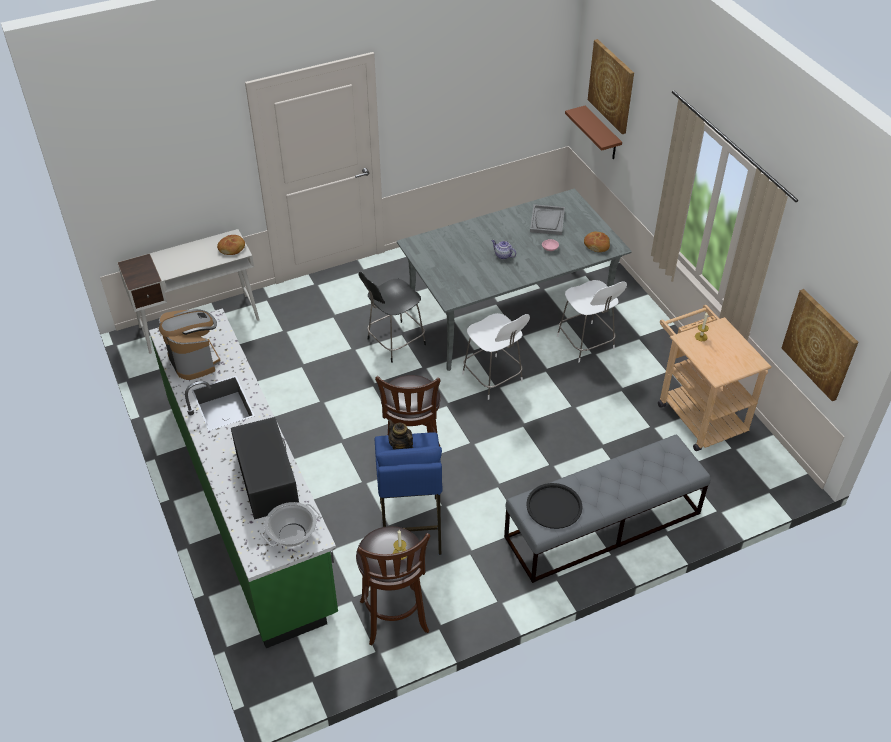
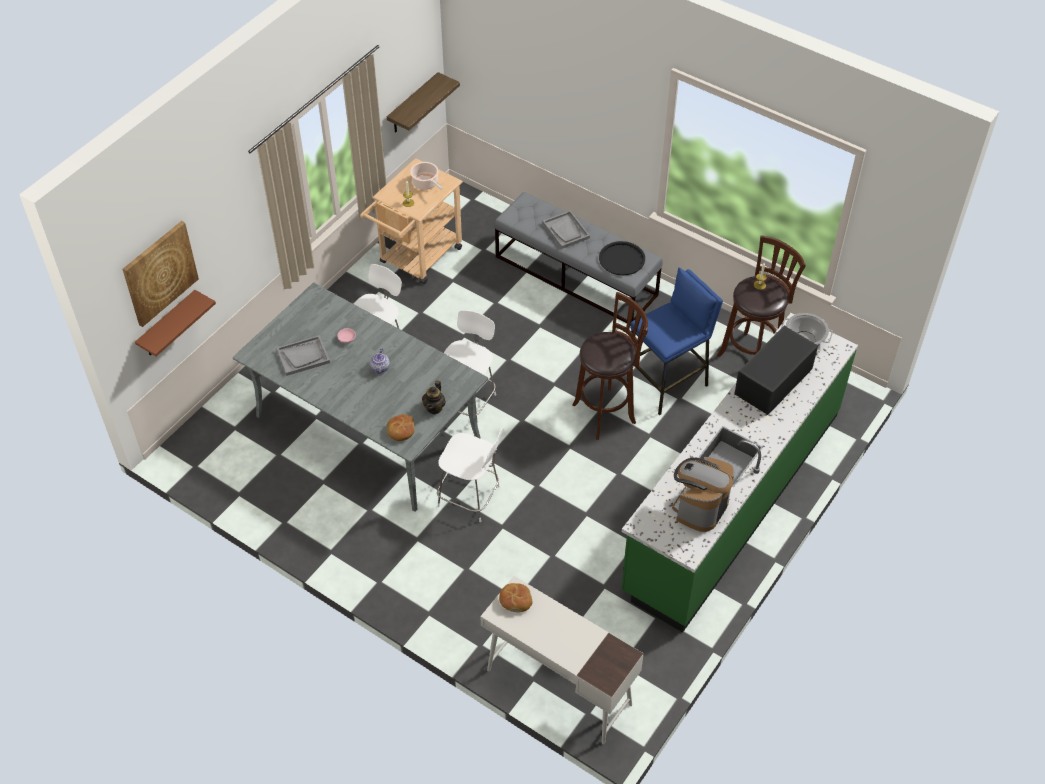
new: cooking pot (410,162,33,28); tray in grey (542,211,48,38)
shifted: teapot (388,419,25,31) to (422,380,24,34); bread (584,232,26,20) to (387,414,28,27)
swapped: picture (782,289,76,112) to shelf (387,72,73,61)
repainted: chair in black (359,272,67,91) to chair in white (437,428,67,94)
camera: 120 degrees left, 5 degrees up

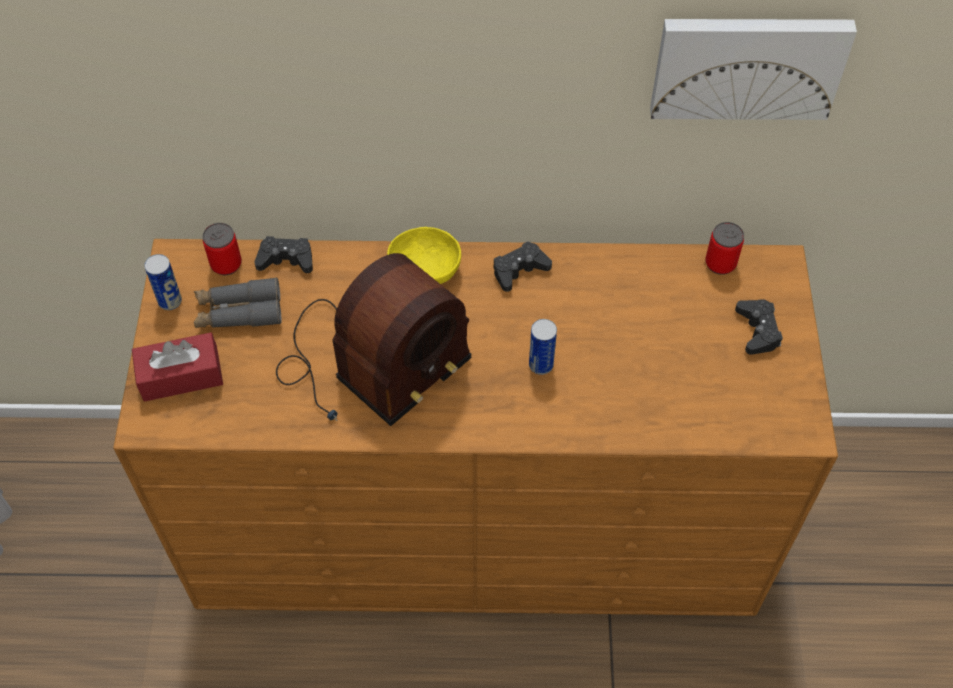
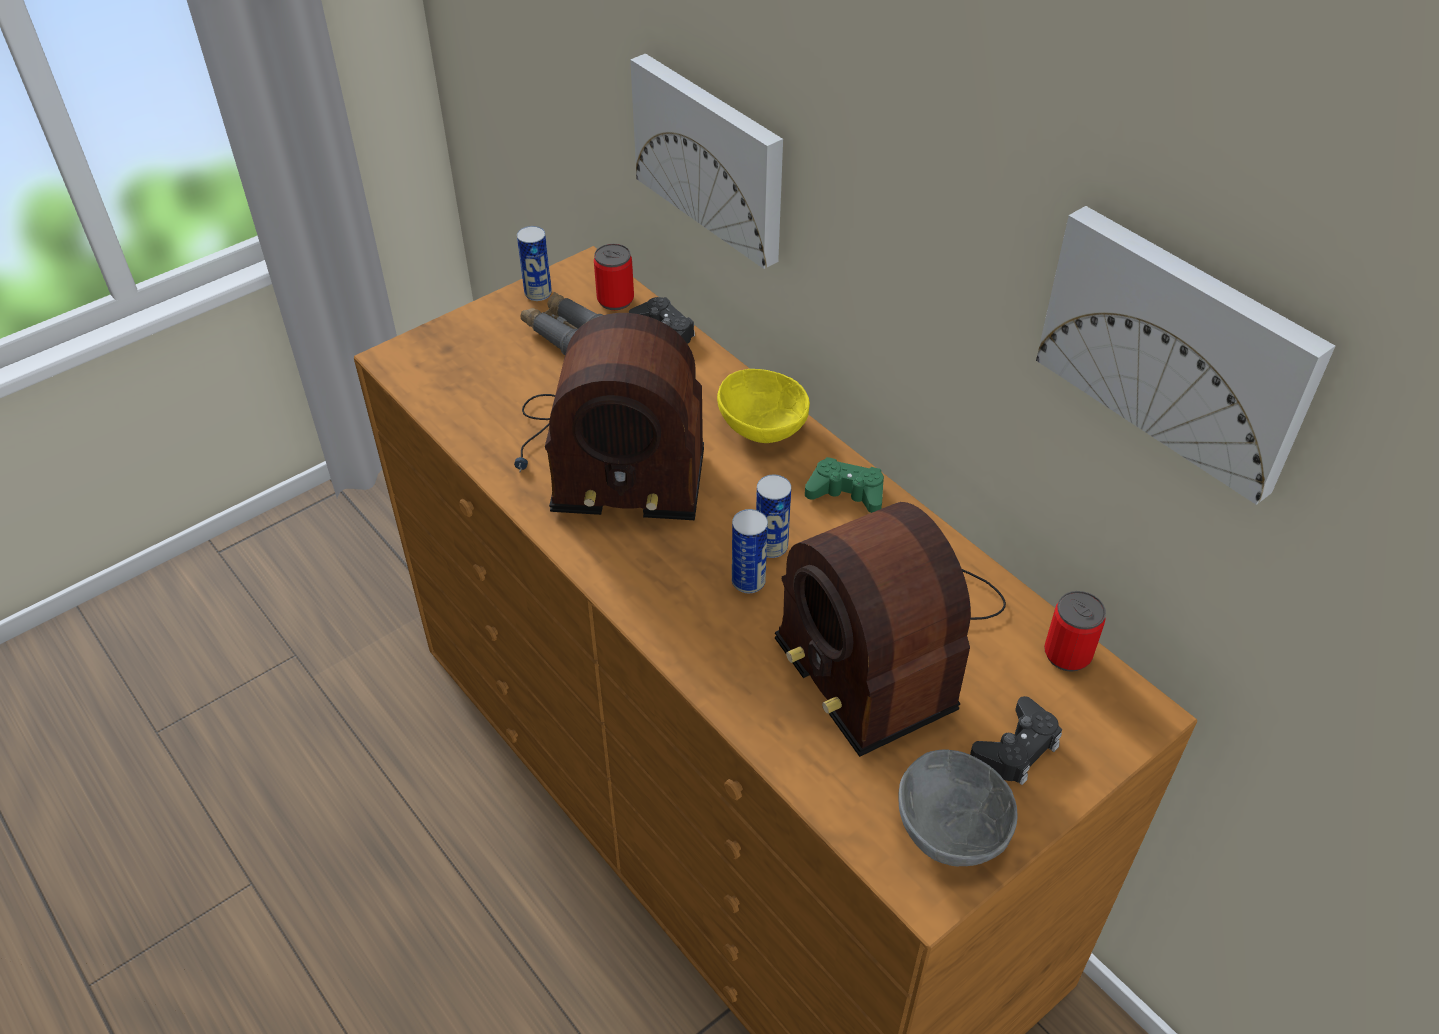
gone: tissue box in red (132,332,91,70)
new: picture (630,54,153,215); can (756,475,35,83); radio (775,502,231,255); bowl in grey (898,749,119,117)
repainted: game controller in black (494,241,58,51) to game controller in green (805,457,79,56)
camera: 50 degrees right, 10 degrees down

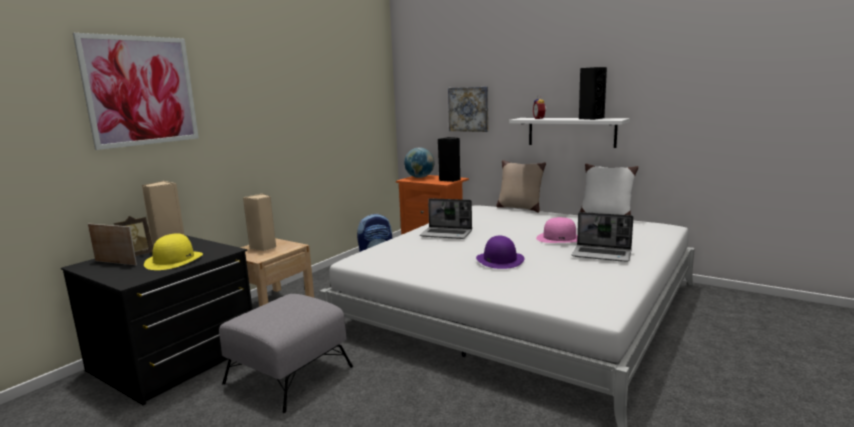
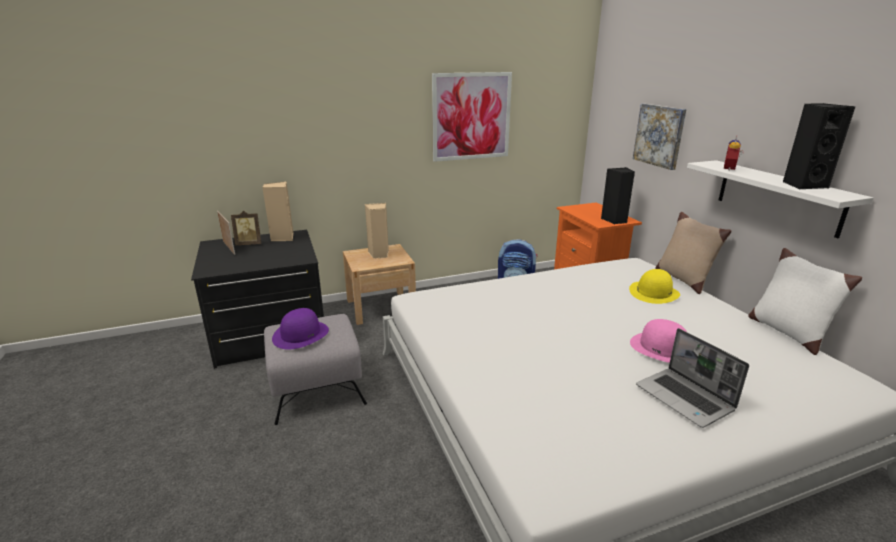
gone: globe (404,147,30,31); laptop (420,198,52,41)
shifted: picture (73,33,126,117) to (432,72,80,90); hat in yellow (144,233,59,37) to (629,269,51,35); hat in purple (476,236,48,33) to (272,308,57,42)
camera: 35 degrees right, 10 degrees up

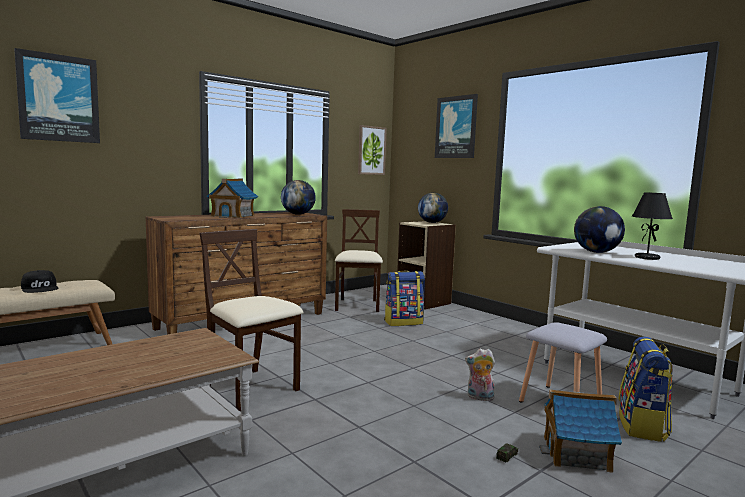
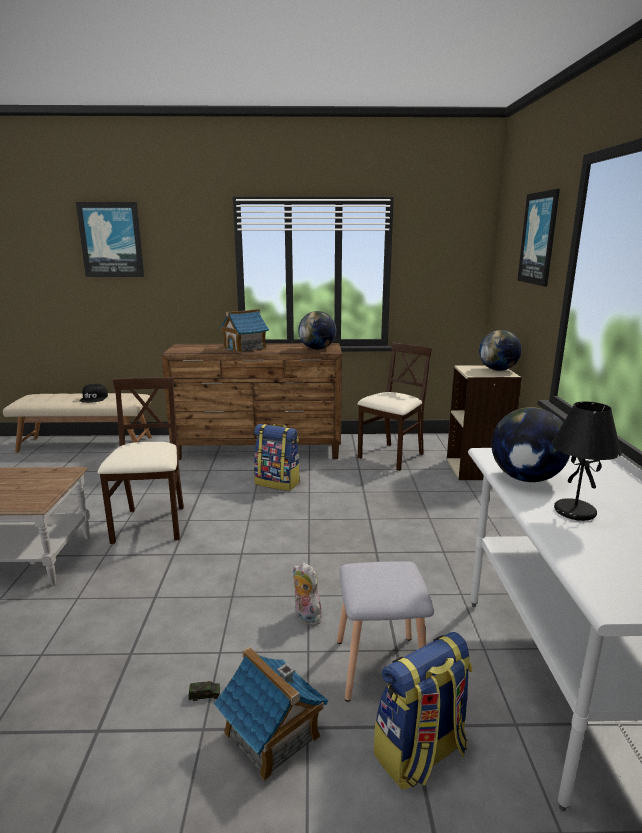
gone: picture (358,125,29,50)
shifted: backpack (384,270,41,56) to (254,424,46,67)
camera: 40 degrees right, 10 degrees up

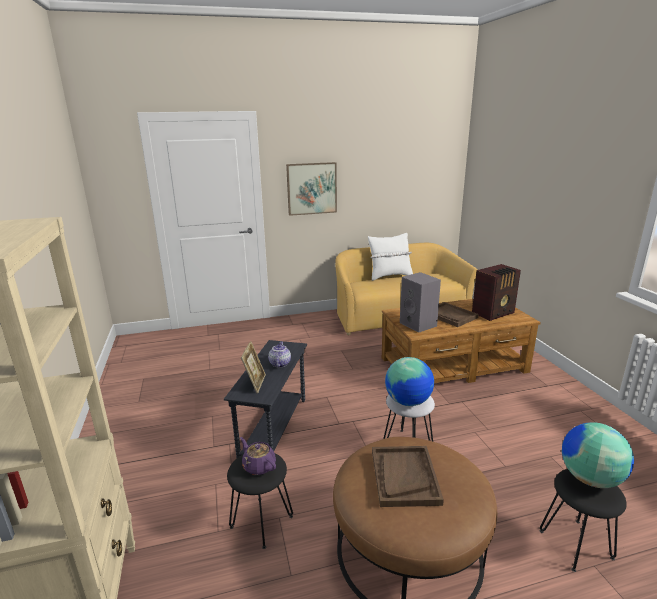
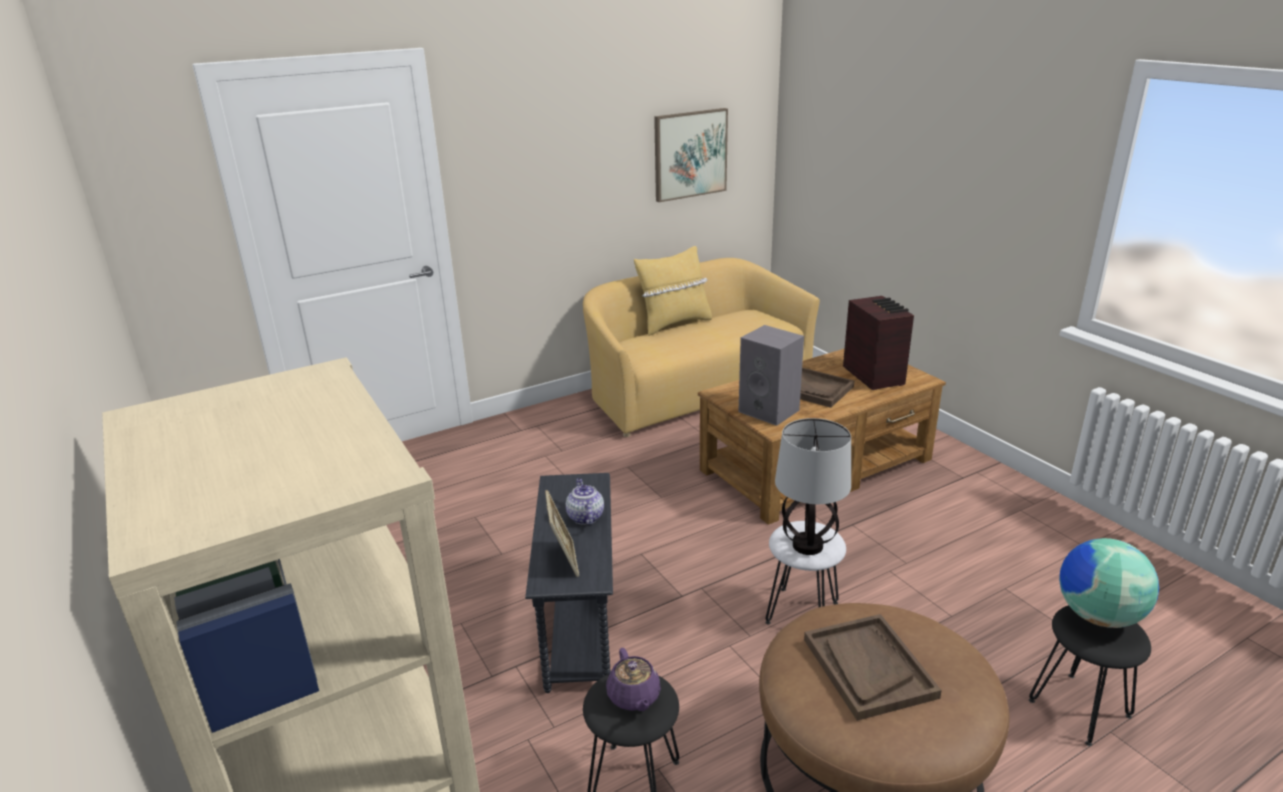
shifted: picture (286,162,51,54) to (654,108,74,94)
swapped: globe (385,357,49,49) to table lamp (775,418,76,137)
repainted: pillow in white (368,233,45,48) to pillow in yellow (634,246,78,90)
rotated: teapot in purple (240,437,36,38) = (606,648,55,63) 135 degrees counterclockwise; radio (472,264,49,57) = (843,296,71,94) 60 degrees counterclockwise
camera: 15 degrees left, 5 degrees up

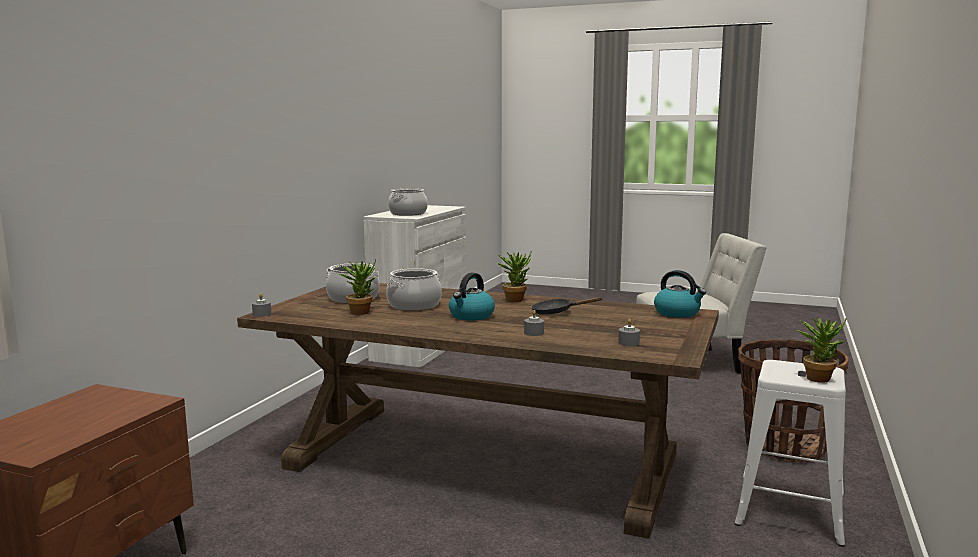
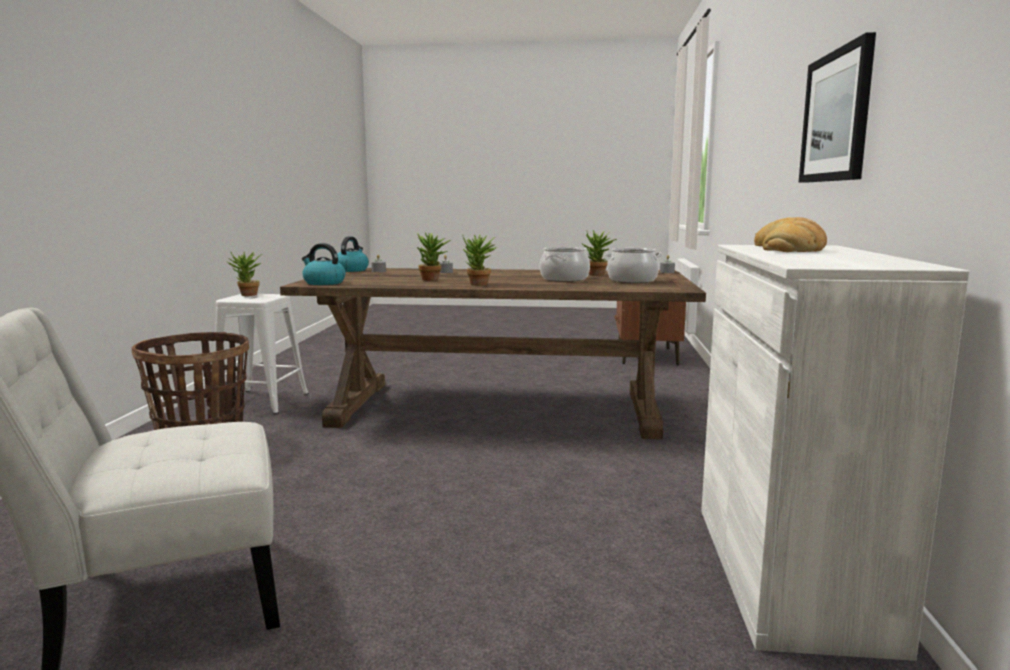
new: picture (799,32,77,151)
shifted: kettle (449,273,46,48) to (337,236,32,36)
swapped: cooking pot (388,189,40,27) to bread (754,217,73,35); frying pan in black (531,297,72,18) to potted plant (417,233,34,48)
camera: 165 degrees right, 0 degrees up

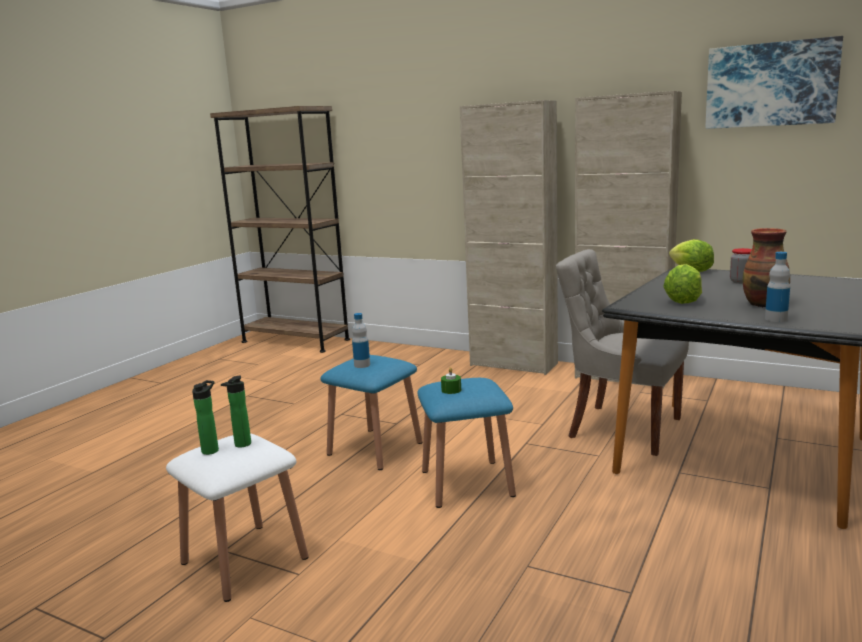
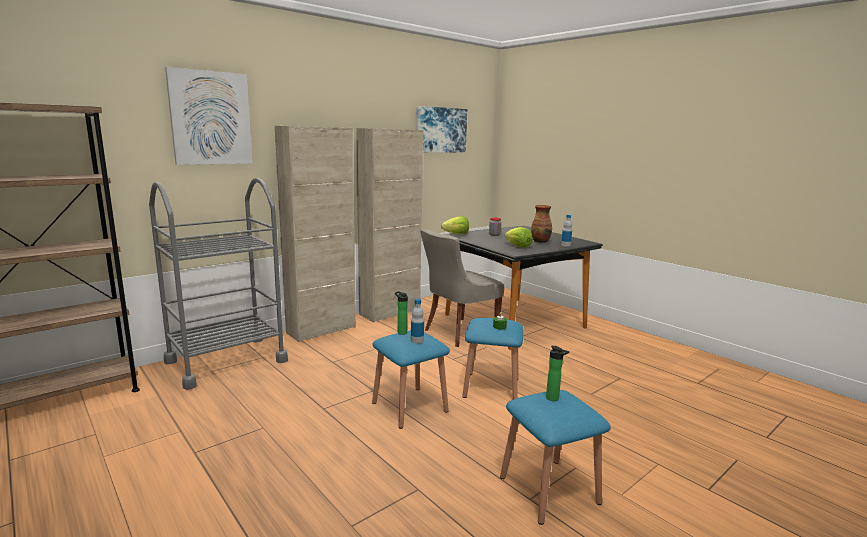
new: cart in grey (149,178,139,212); picture (165,67,88,98)
shifted: bottle (192,380,27,75) to (395,291,13,44)
repainted: stool in white (166,433,143,169) to stool in blue (500,390,111,135)
camera: 70 degrees left, 0 degrees up

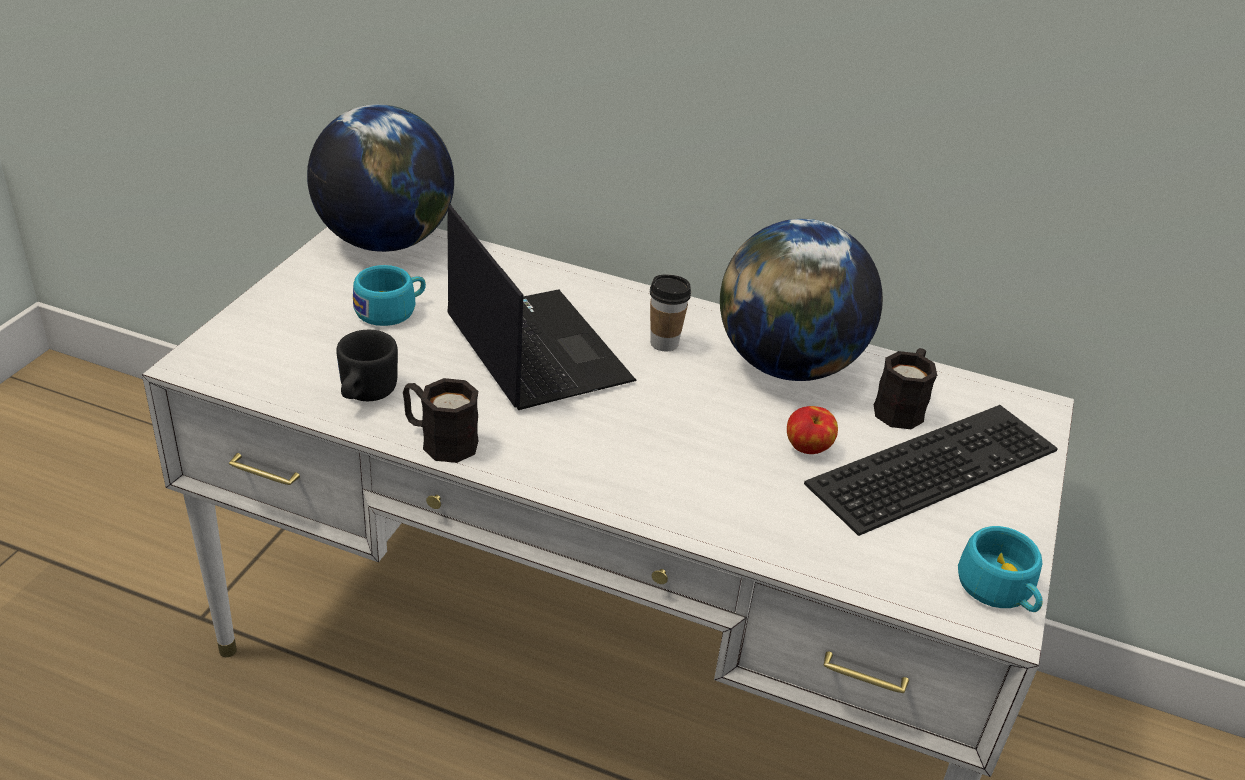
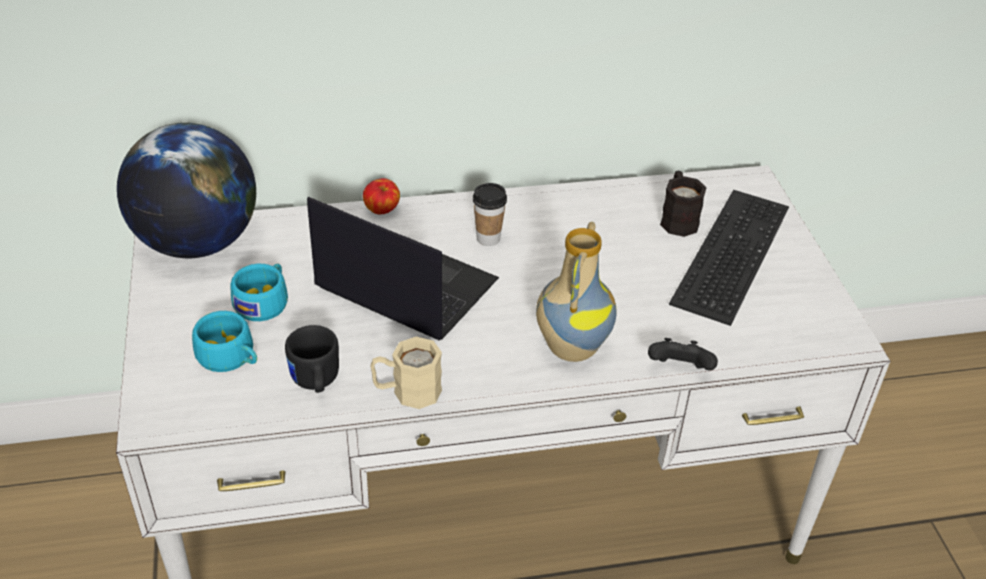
gone: globe (720,219,163,162)
new: vase (536,222,81,140); game controller in black (648,338,70,33)
shifted: apple (787,406,51,48) to (363,178,37,36); cup in turquoise (958,526,85,86) to (192,311,65,61)
repainted: mug in black (403,378,76,85) to mug in beige (371,337,71,72)
camera: 30 degrees left, 5 degrees up

